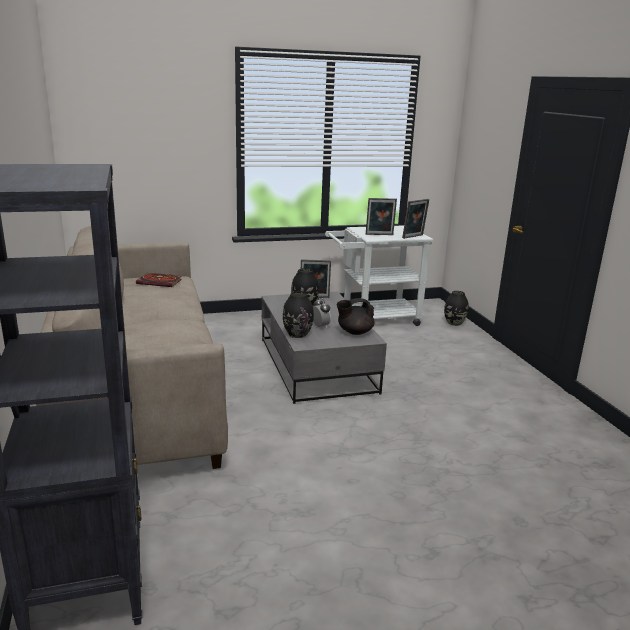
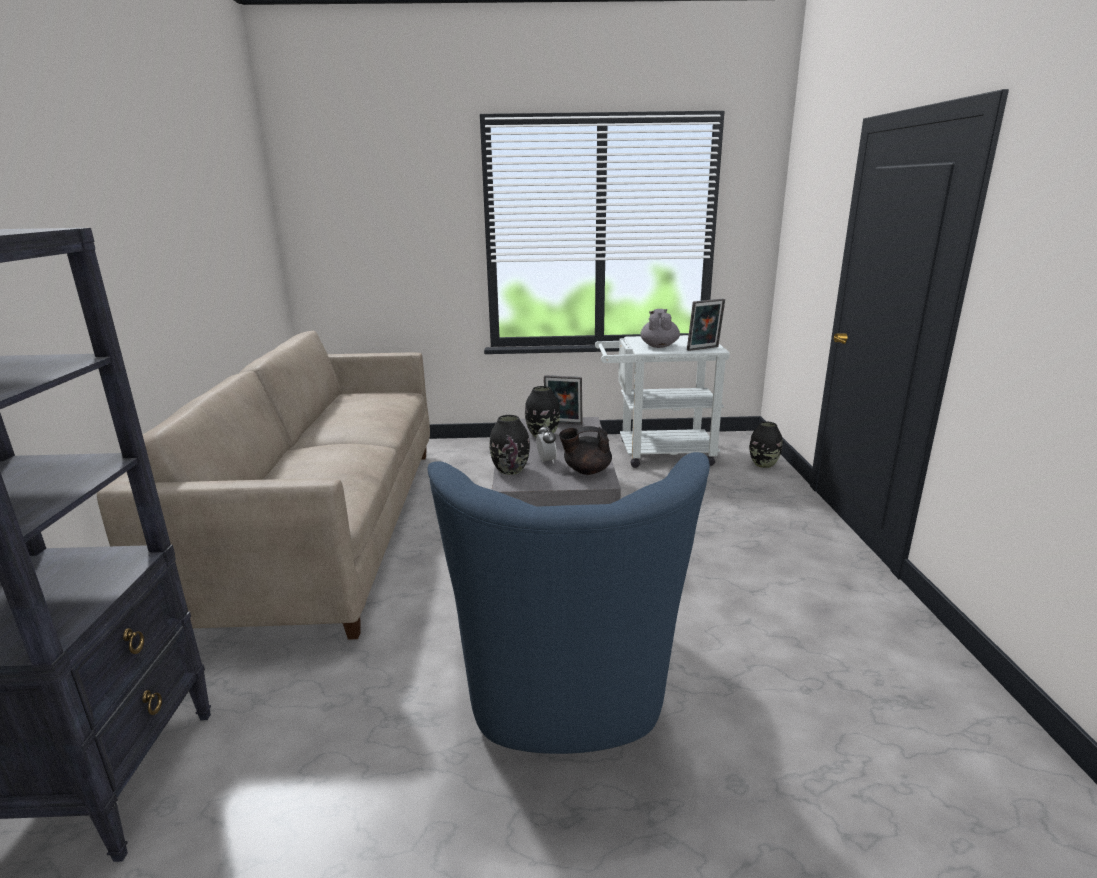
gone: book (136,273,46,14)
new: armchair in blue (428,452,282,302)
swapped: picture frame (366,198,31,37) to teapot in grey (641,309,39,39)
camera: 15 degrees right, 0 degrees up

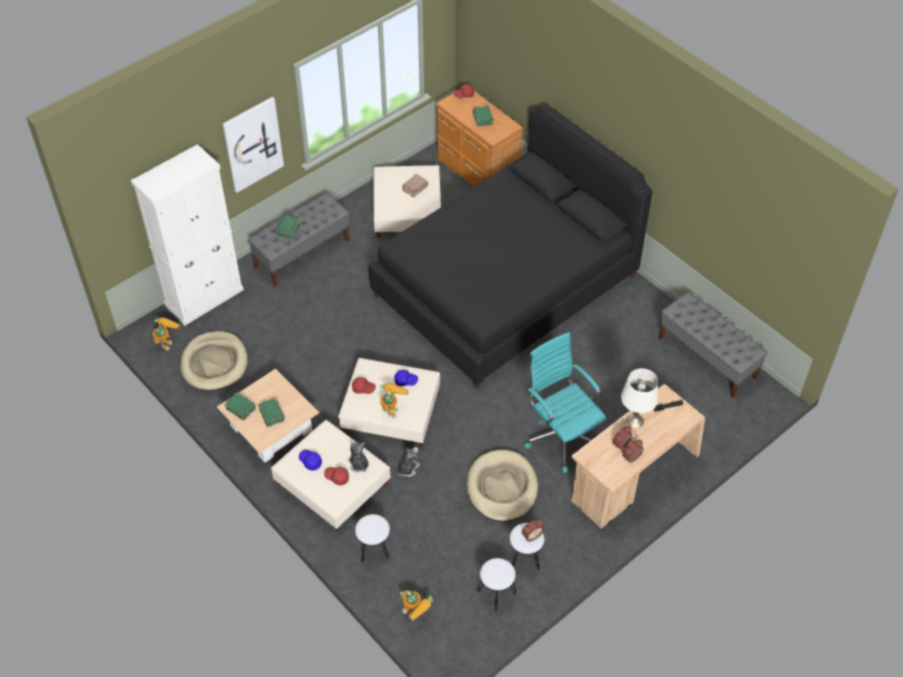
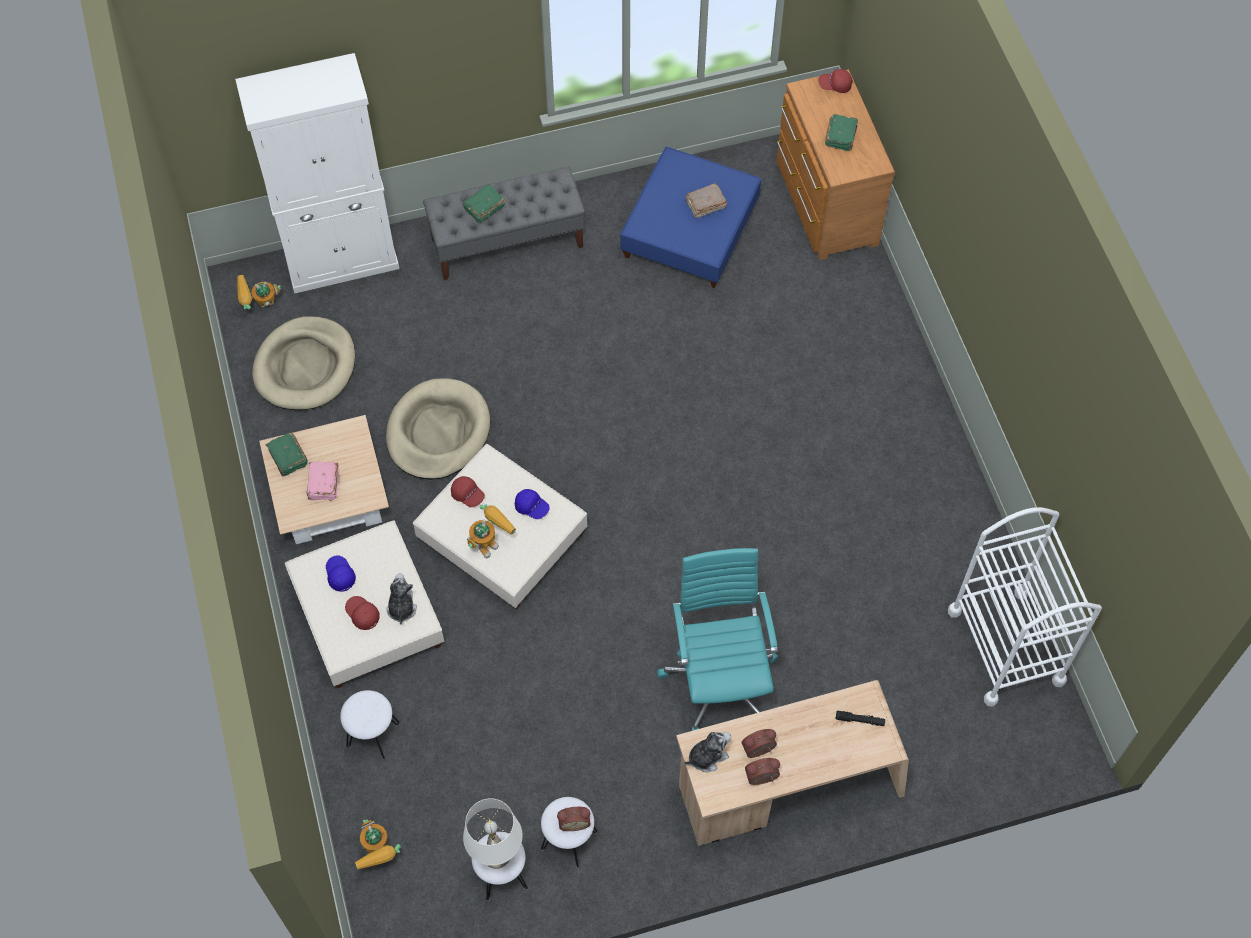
gone: picture (223,97,61,96); bed in black (369,104,284,284)
shifted: plush toy (398,447,22,30) to (684,732,47,40); dog bed in beige (466,450,72,72) to (386,378,104,102); table lamp in white (621,368,37,60) to (463,798,59,71)
swapped: bench in grey (658,291,110,107) to cart in white (948,507,154,199)
repainted: book in green (258,398,27,29) to book in pink (307,462,32,39); ottoman in beige (374,165,67,72) to ottoman in blue (620,147,142,141)
rotated: toy robot (153,317,27,34) = (237,275,44,34) 150 degrees counterclockwise
camera: 25 degrees right, 10 degrees up

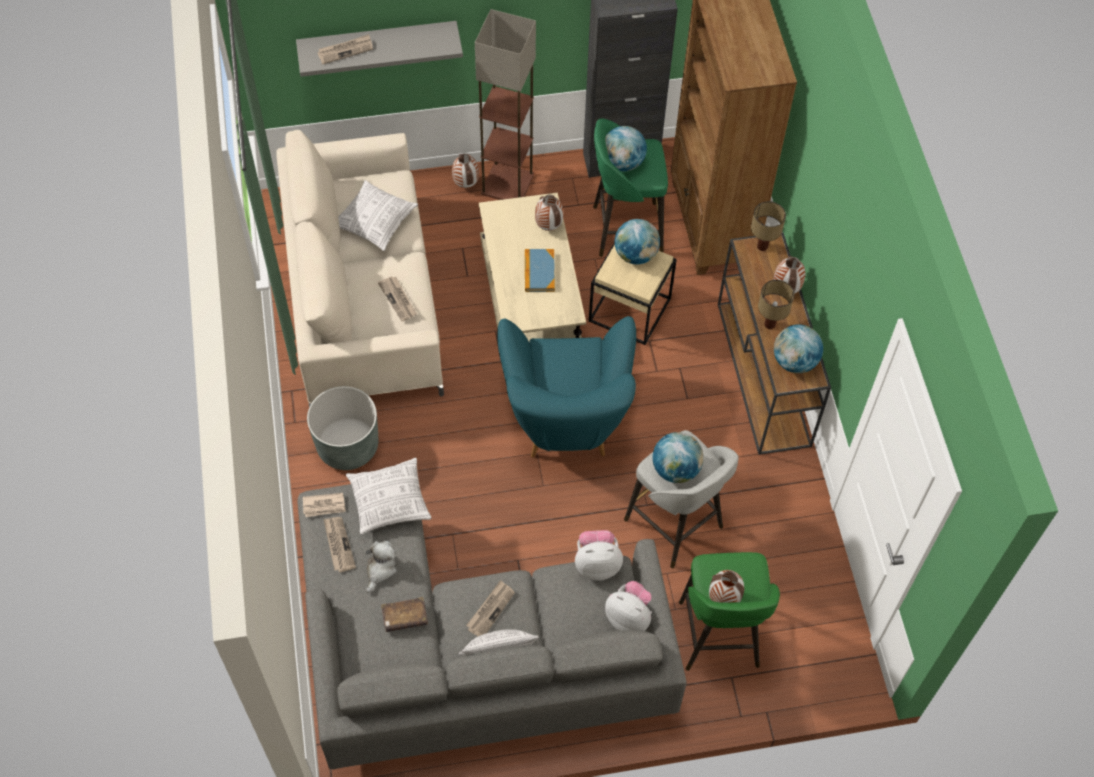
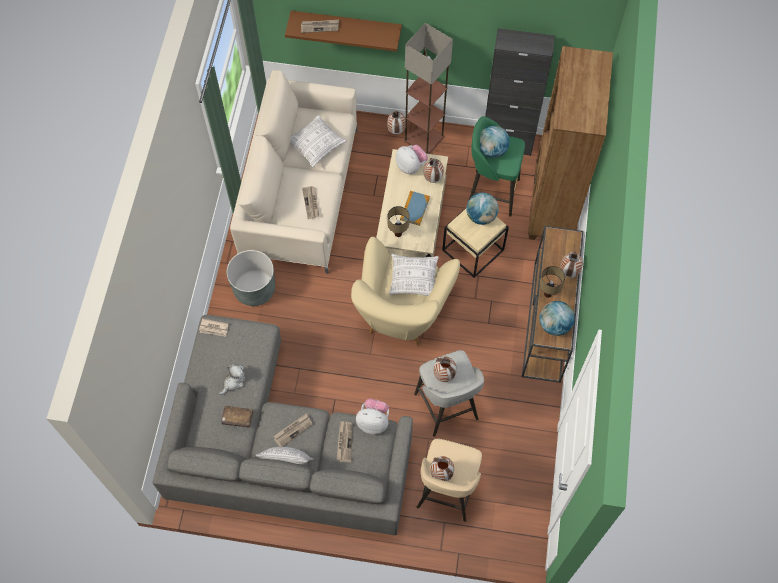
shifted: newspaper (324,517,32,55) to (337,421,16,41); pillow (346,458,85,77) to (389,254,50,42); plush toy (605,581,47,50) to (396,145,32,29); table lamp (751,201,35,50) to (388,206,21,31)
swapped: globe (653,432,51,51) to vase (434,357,23,25)
repainted: shelf in grey (296,21,167,56) to shelf in brown (285,11,117,41); armchair in turquoise (497,316,139,142) to armchair in beige (351,237,109,109); stool in green (679,552,101,119) to stool in beige (417,439,65,83)
camera: 20 degrees right, 5 degrees up

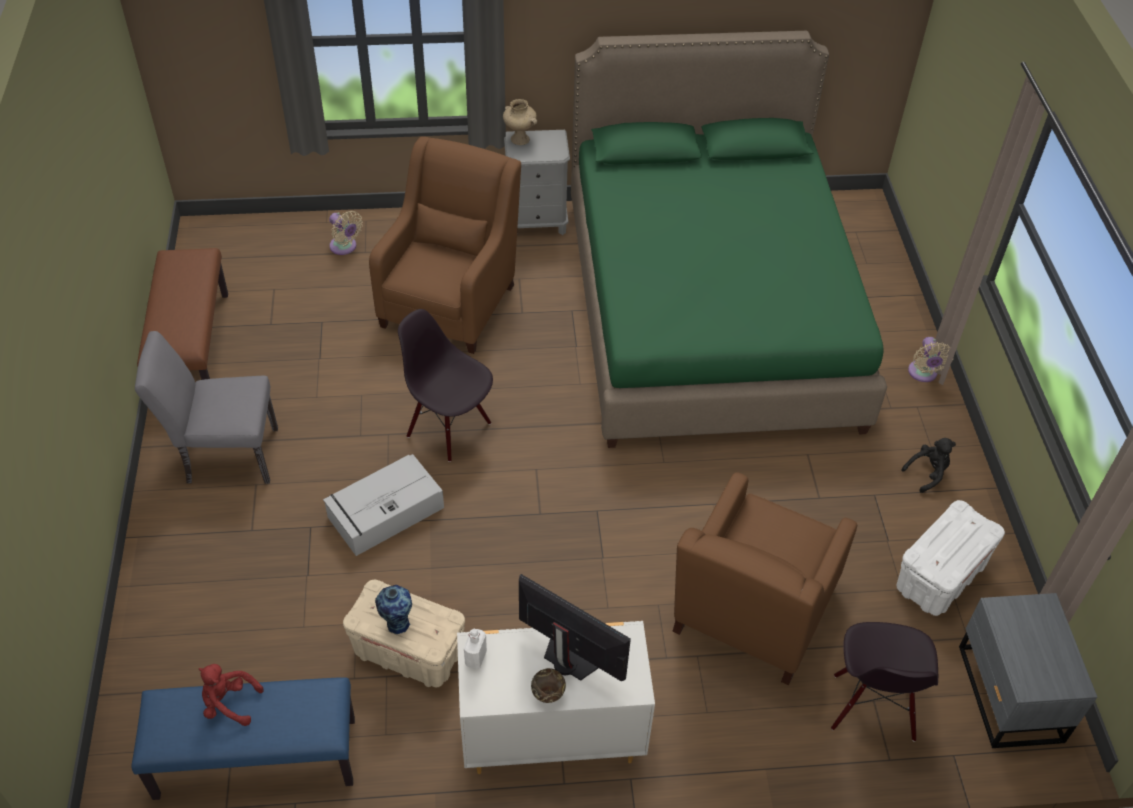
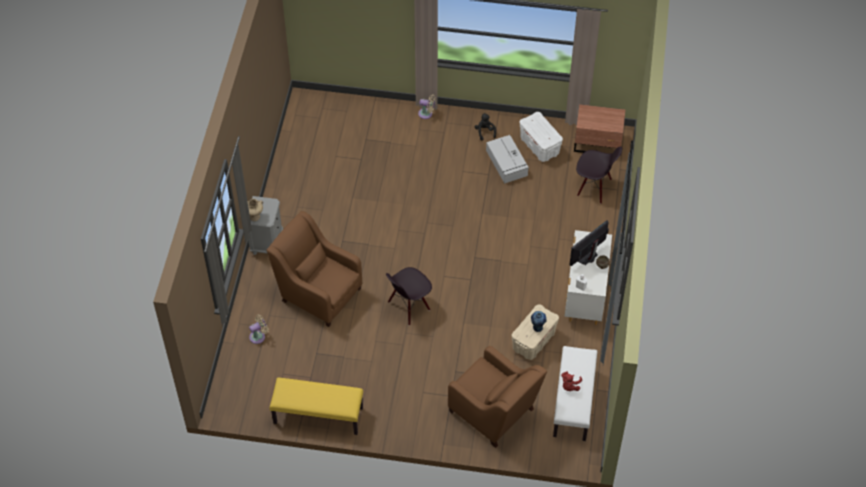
gone: chair in grey (135,331,143,153); bed in green (571,31,316,417)
shifted: storage box in grey (323,454,121,102) to (486,135,43,49); armchair in brown (672,472,185,213) to (448,346,99,102)
repainted: bench in blue (131,677,224,123) to bench in white (553,346,44,95); bench in brown (137,248,91,132) to bench in yellow (270,378,93,57); nightstand in grey (959,593,138,155) to nightstand in brown (574,104,52,49)
camera: 75 degrees left, 5 degrees up

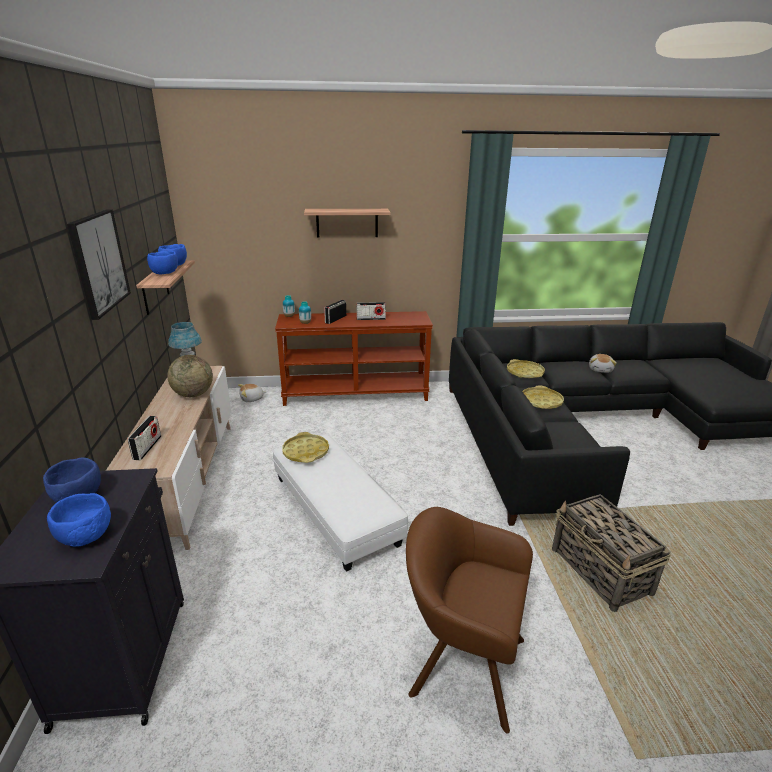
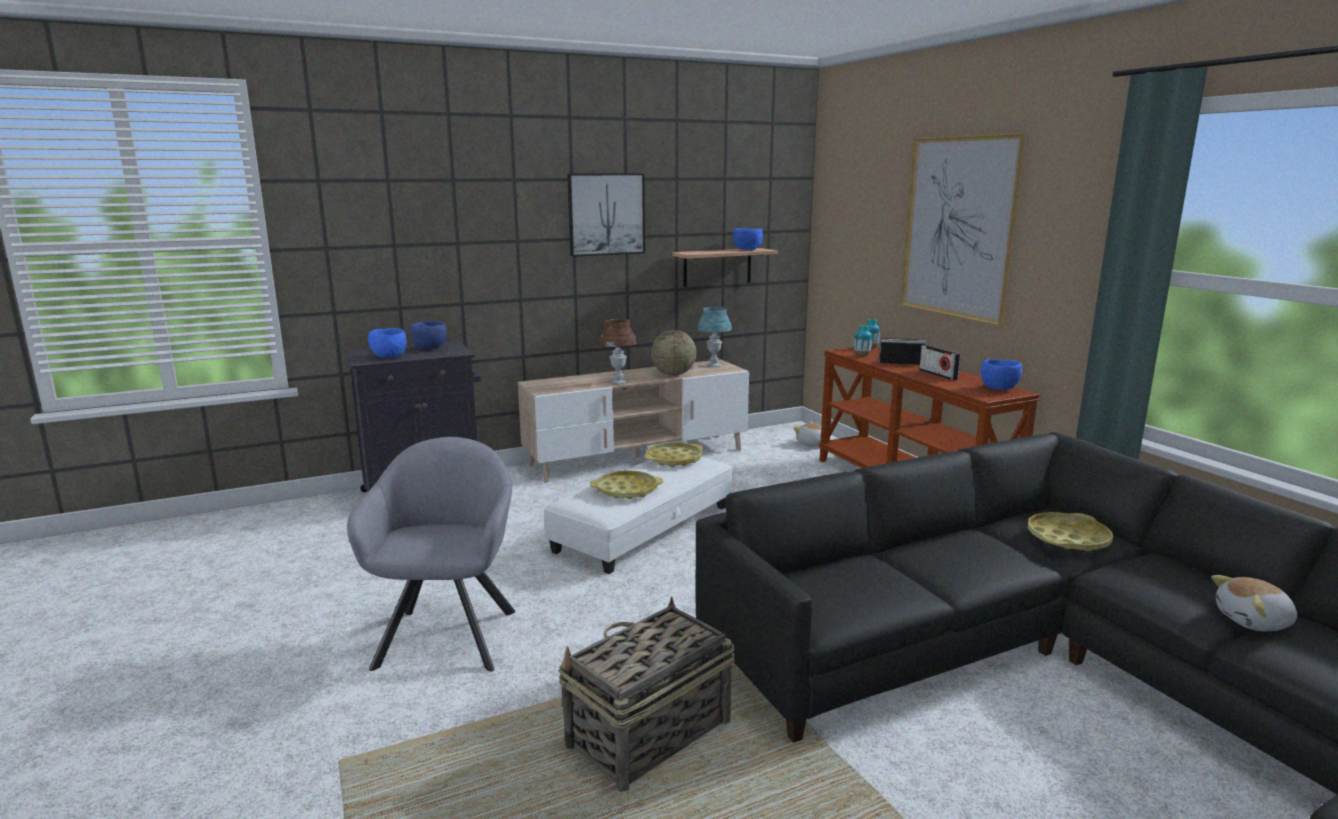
gone: radio (128,416,33,44)
new: table lamp in brown (599,319,38,65)
shifted: bowl in blue (147,251,31,23) to (981,359,41,31); tray in yellow (522,385,42,24) to (590,470,73,29)
swapped: shelf (304,209,87,29) to picture (900,133,126,193)
repainted: armchair in brown (406,507,127,226) to armchair in grey (347,437,168,235)
camera: 70 degrees right, 10 degrees down

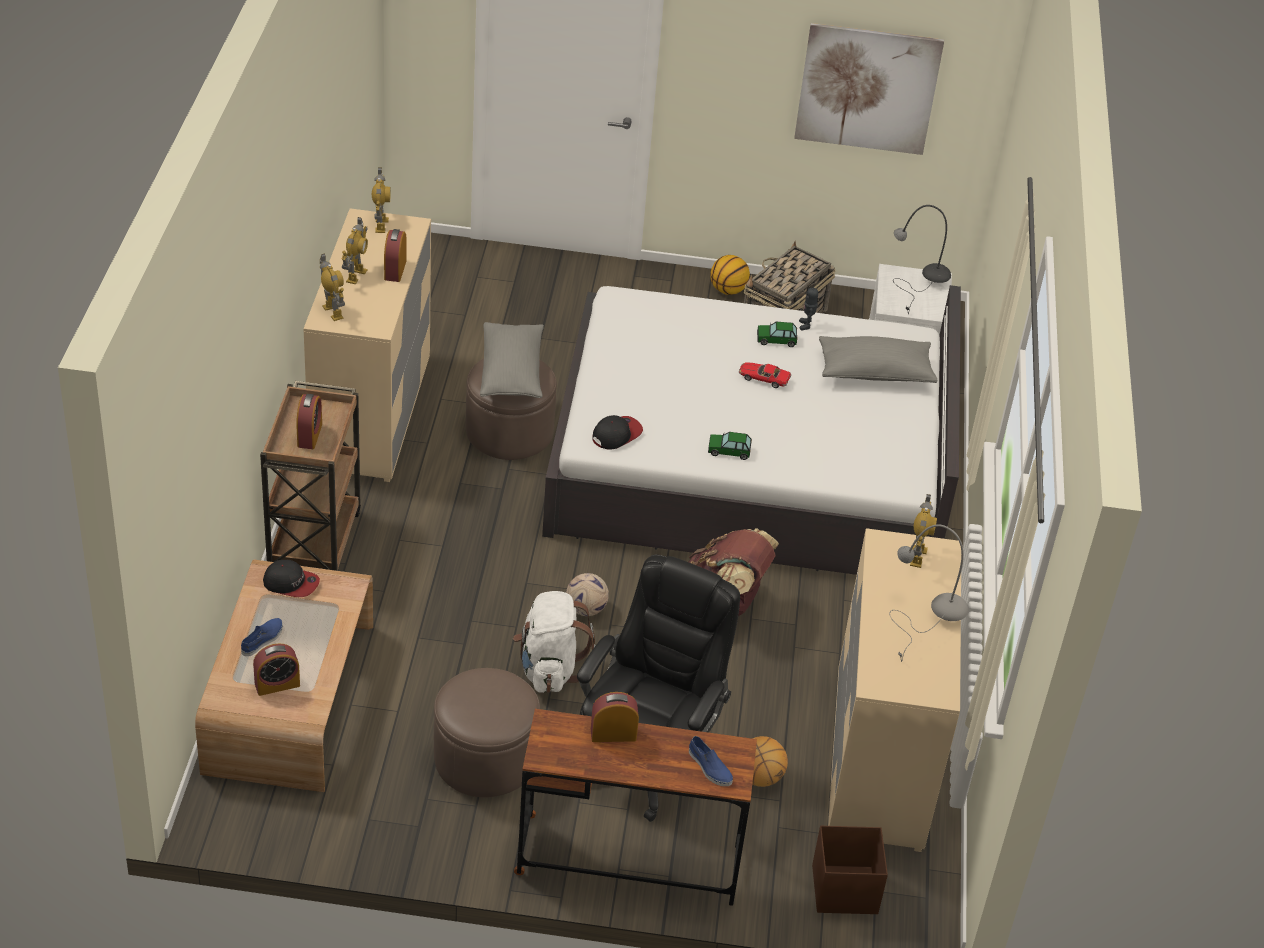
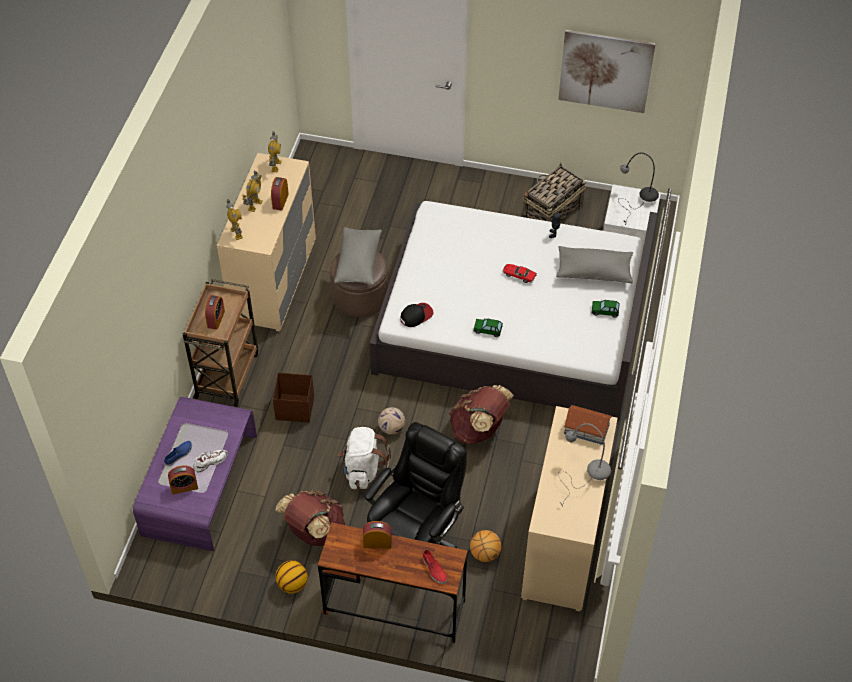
gone: cap (263,560,57,37)
new: shoe in white (193,450,35,23)
shifted: basketball (710,255,40,40) to (275,560,33,34); toy car (757,322,41,25) to (592,300,28,18); storage box in brown (812,826,76,88) to (273,373,41,50)
swapped: ottoman in brown (434,668,106,129) to backpack in brown (275,491,70,55); toy robot (910,494,27,74) to toy house (564,405,48,40)
repainted: coffee table in brown (195,560,178,232) to coffee table in purple (133,397,124,154); shoe in blue (689,736,44,50) to shoe in red (423,549,24,35)
camera: 10 degrees right, 10 degrees up

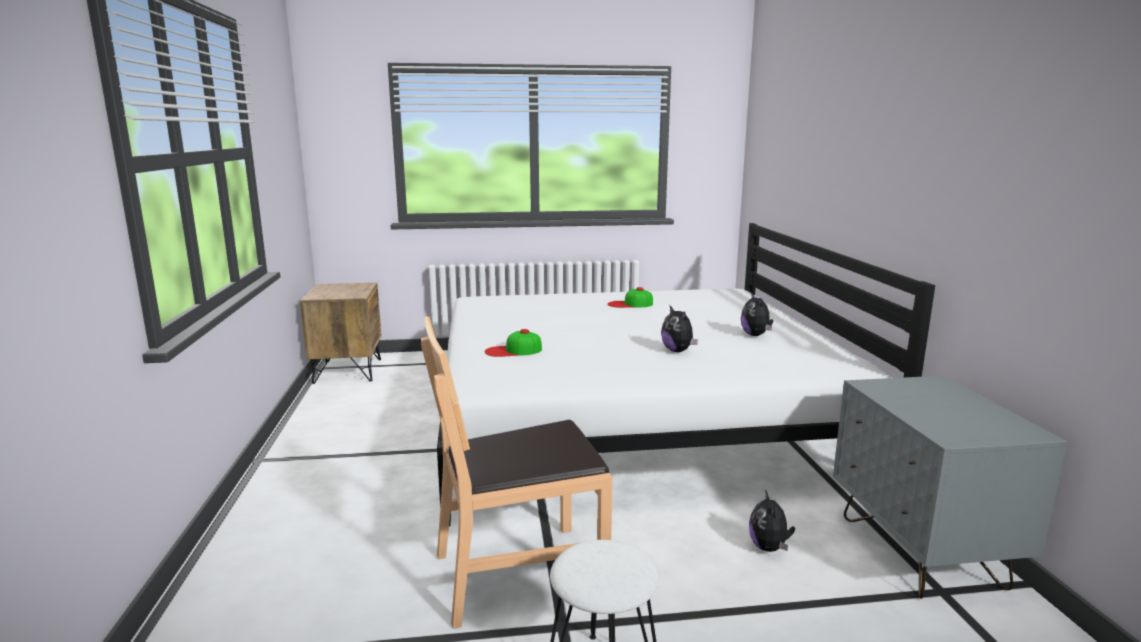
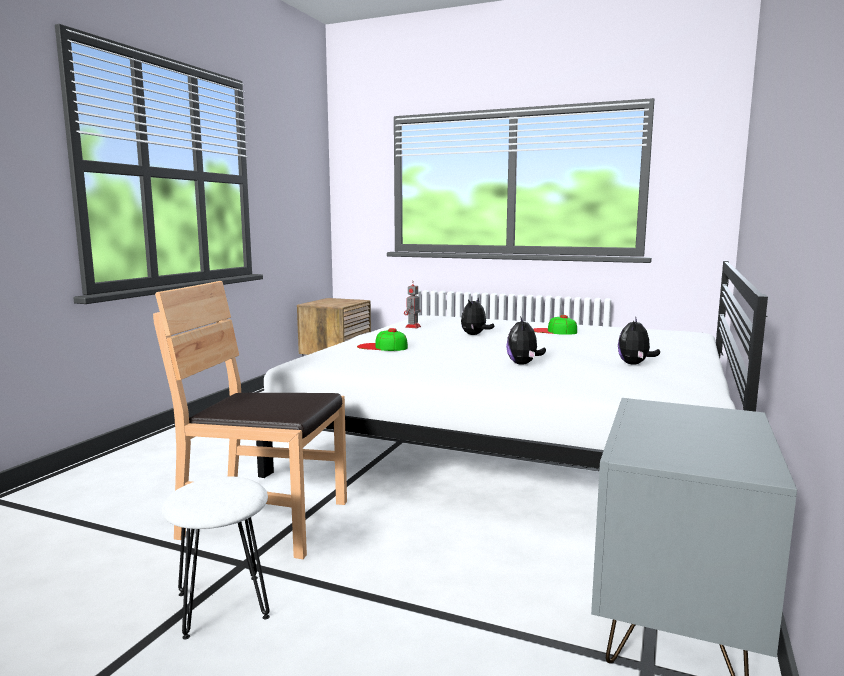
new: toy robot (404,281,17,47)
shifted: plush toy (749,490,46,62) to (461,298,34,37)
camera: 30 degrees right, 5 degrees down

